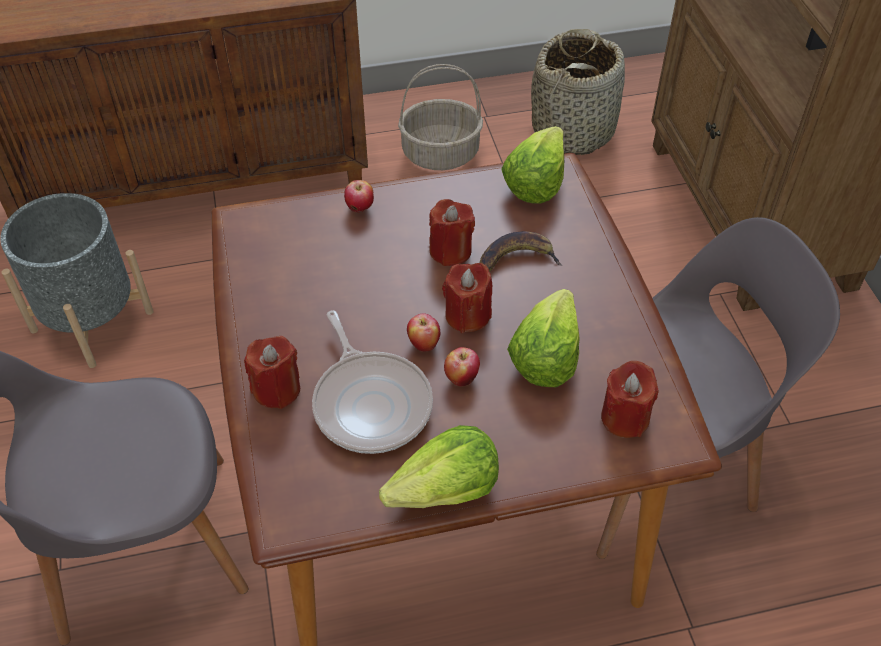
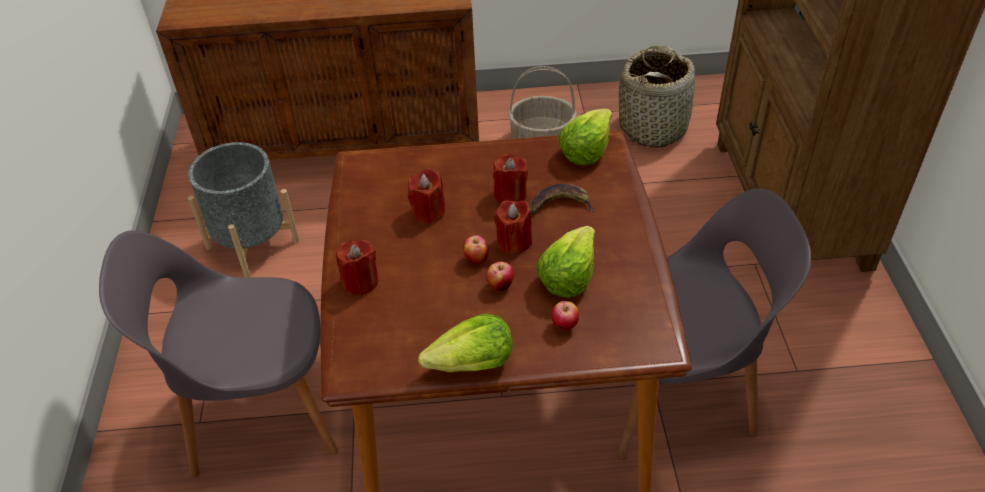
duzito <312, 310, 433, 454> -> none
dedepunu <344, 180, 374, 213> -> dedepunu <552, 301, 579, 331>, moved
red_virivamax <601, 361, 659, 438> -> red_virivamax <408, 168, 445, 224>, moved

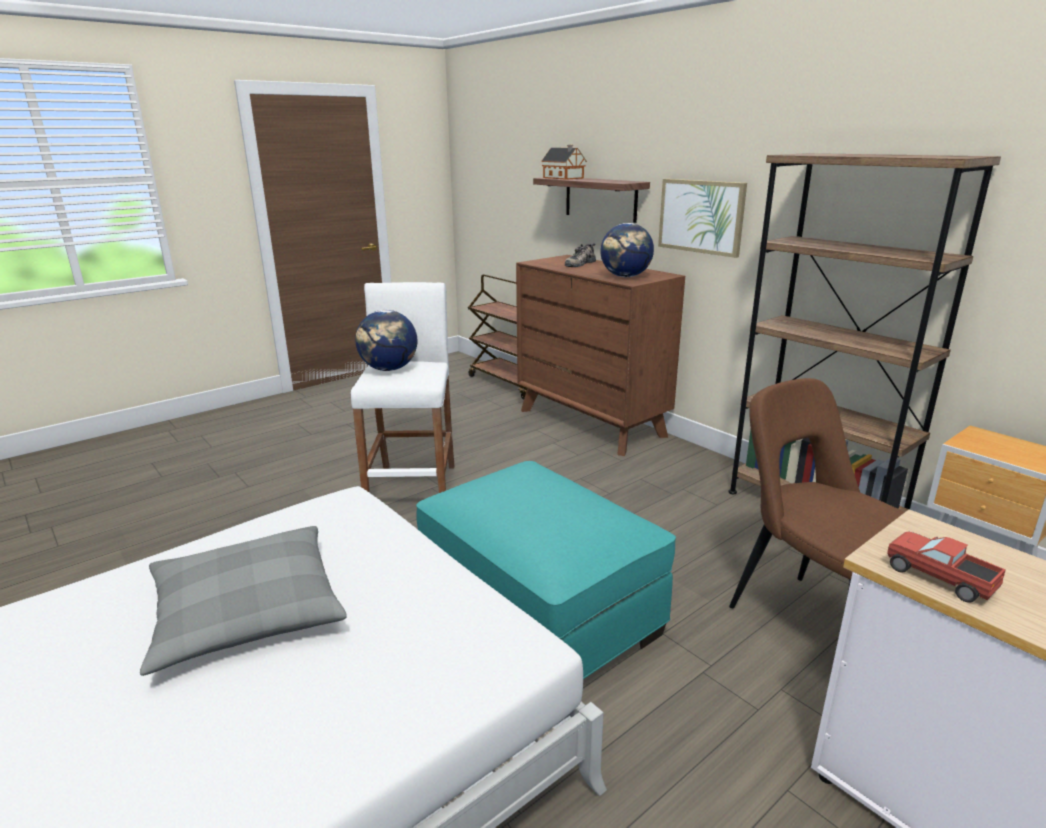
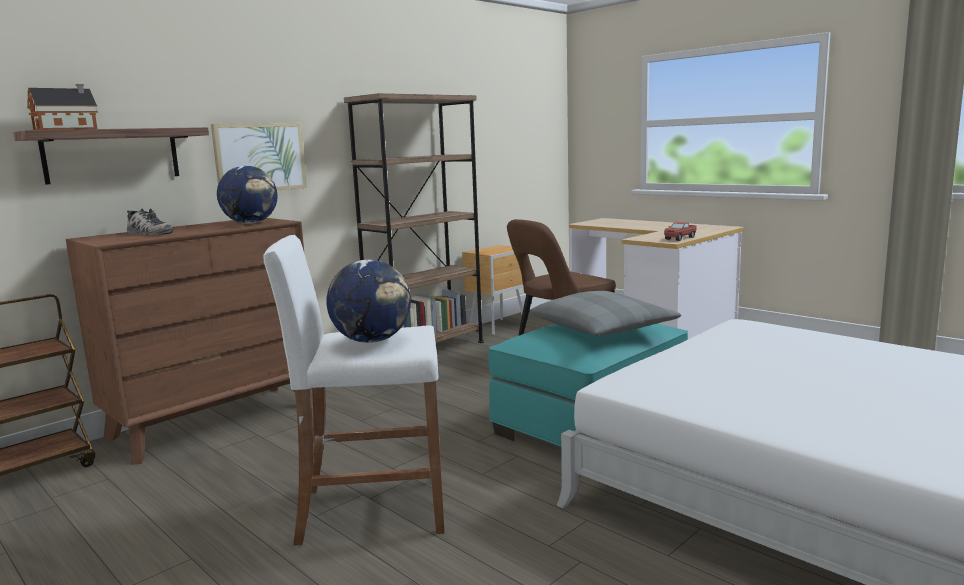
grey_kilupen <140, 526, 347, 676> -> grey_kilupen <530, 291, 681, 336>, moved

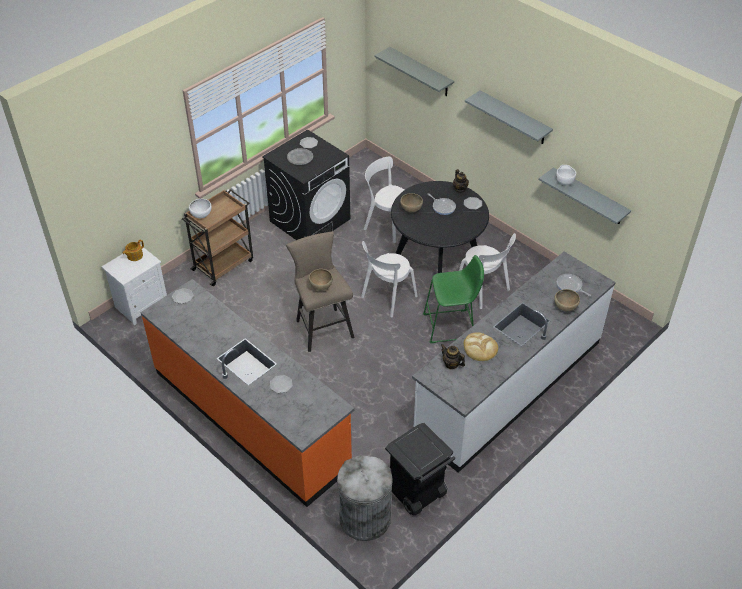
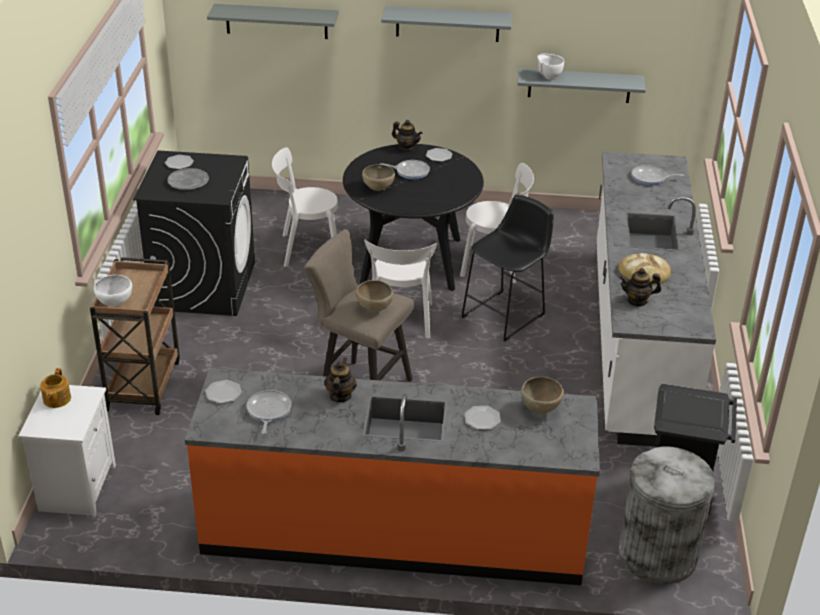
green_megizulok <423, 255, 484, 343> -> black_megizulok <461, 194, 554, 342>
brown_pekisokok <554, 289, 580, 311> -> brown_pekisokok <521, 377, 564, 414>, moved
none -> duzito <247, 390, 291, 434>
none -> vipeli <324, 358, 357, 403>

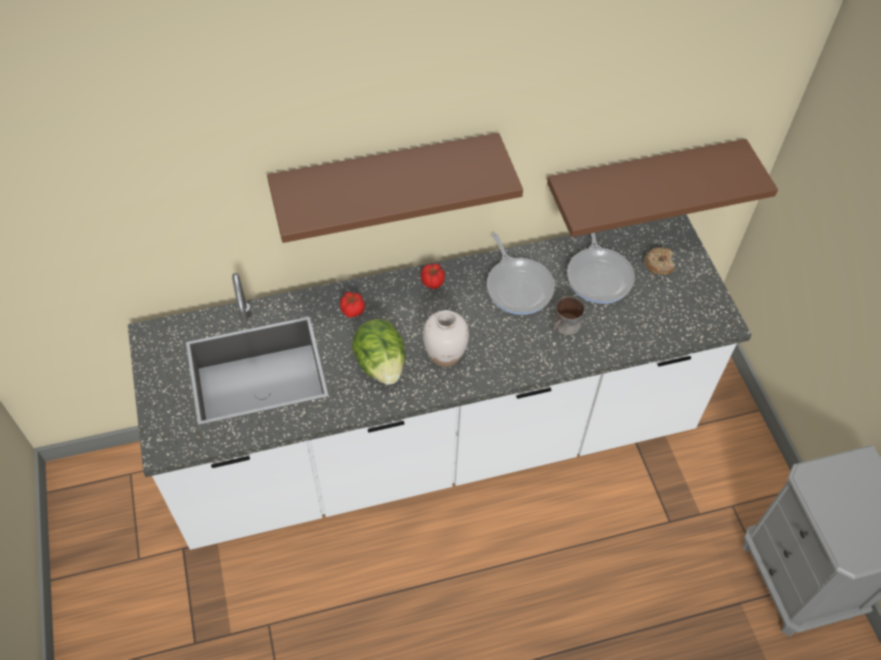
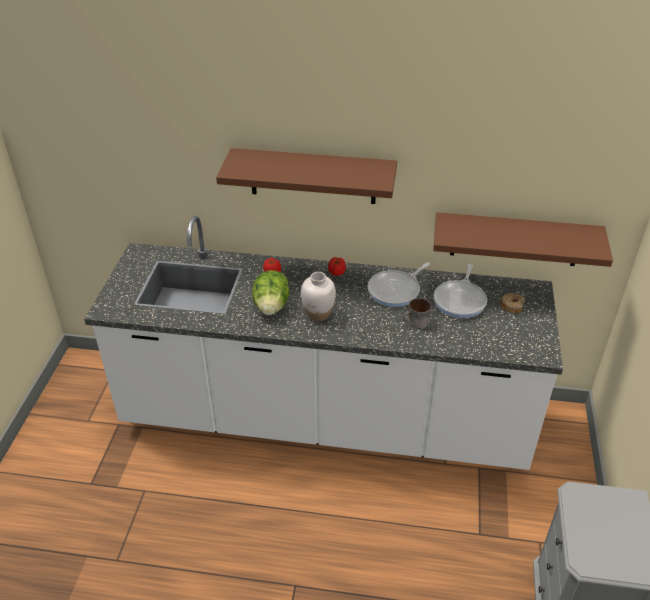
duzito <487, 233, 555, 315> -> duzito <368, 262, 430, 307>, 45 degrees clockwise

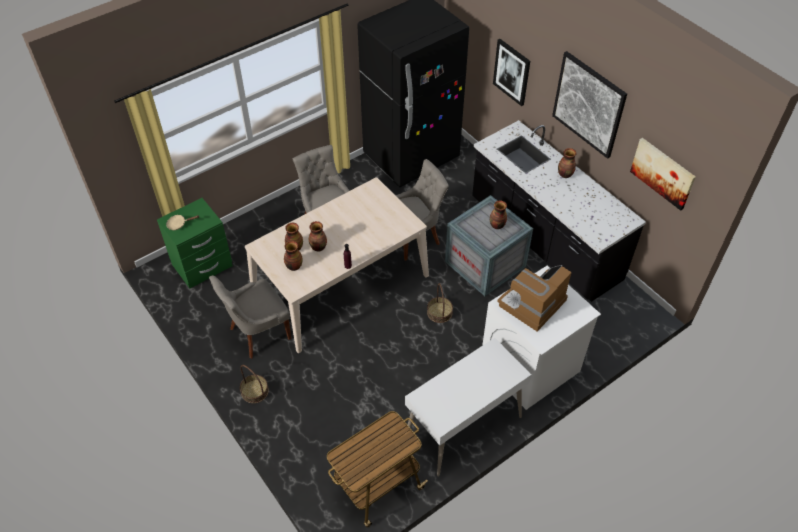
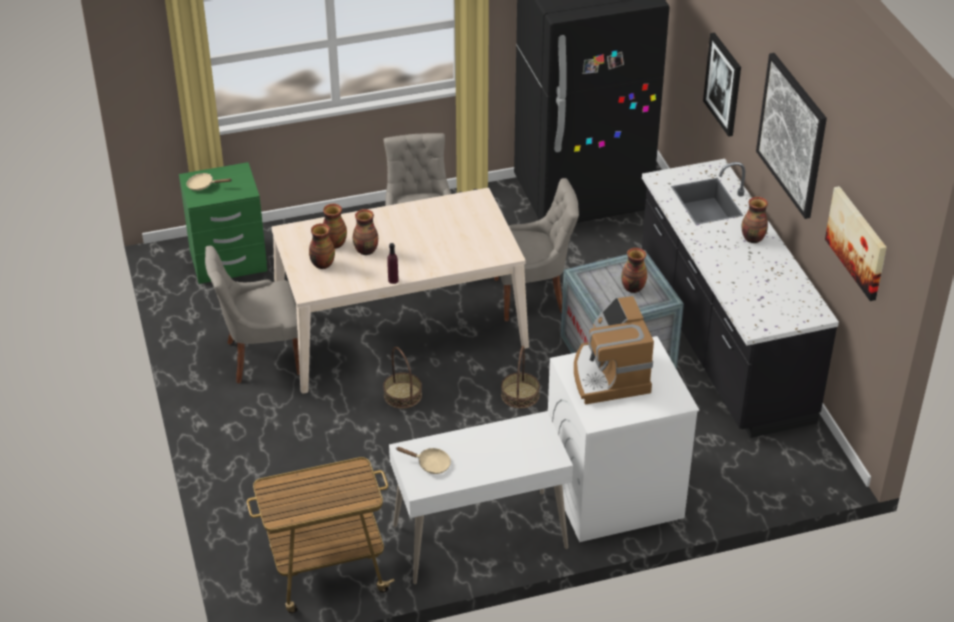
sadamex <240, 365, 269, 403> -> sadamex <383, 347, 422, 408>, moved
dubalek <497, 265, 572, 331> -> dubalek <574, 296, 654, 405>, 75 degrees counterclockwise
none -> beige_duzito <397, 447, 451, 474>

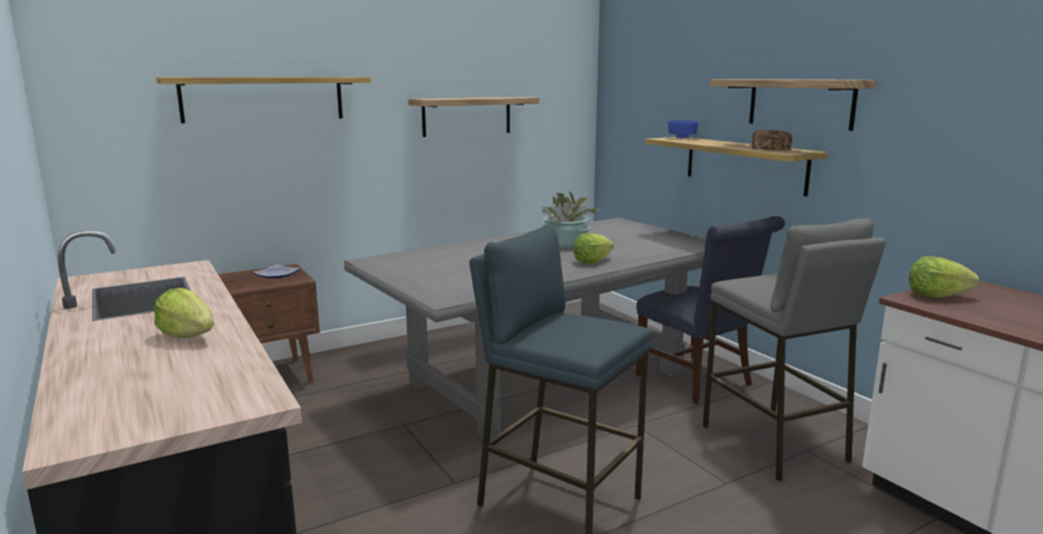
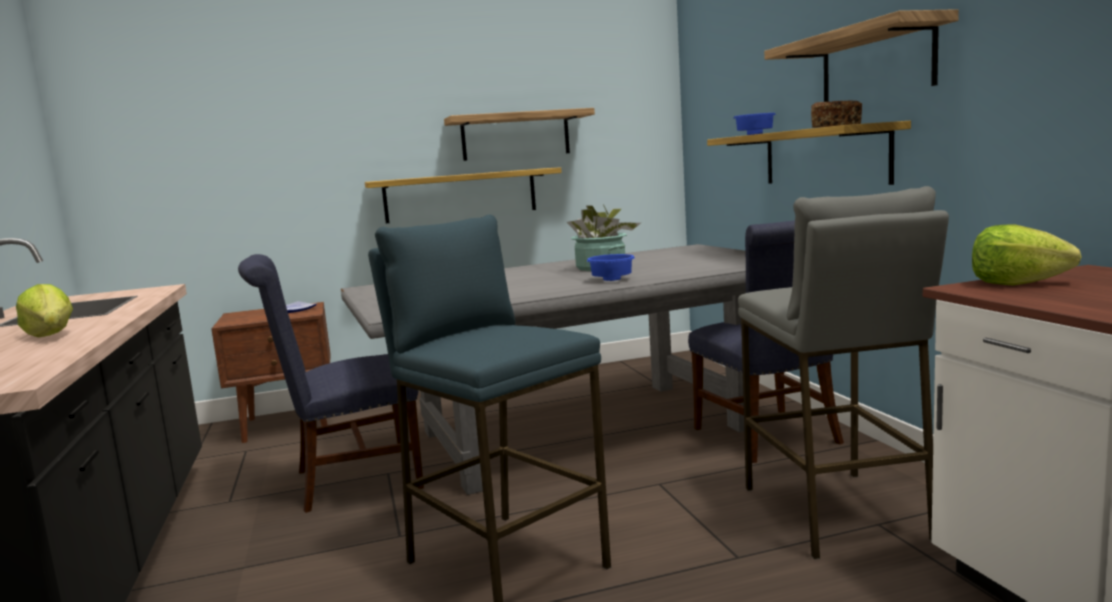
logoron <156, 77, 371, 123> -> logoron <365, 167, 562, 223>, moved
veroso <573, 233, 614, 264> -> blue_pekisokok <587, 254, 635, 281>
none -> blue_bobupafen <238, 254, 424, 513>

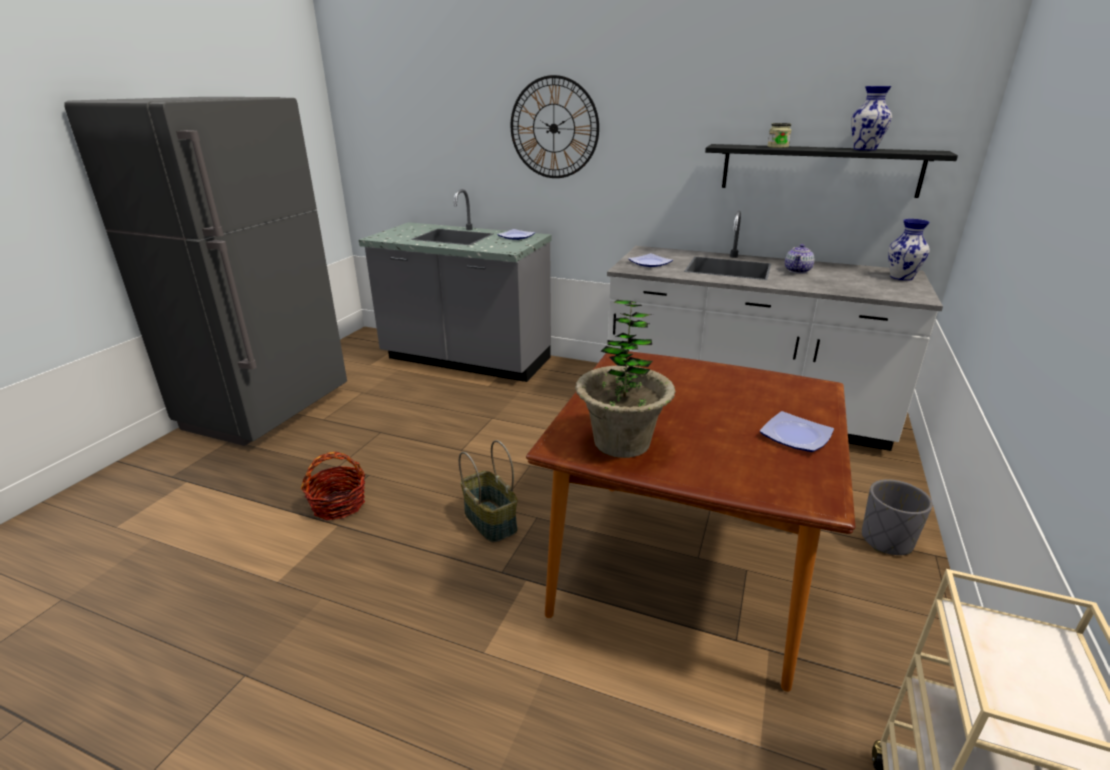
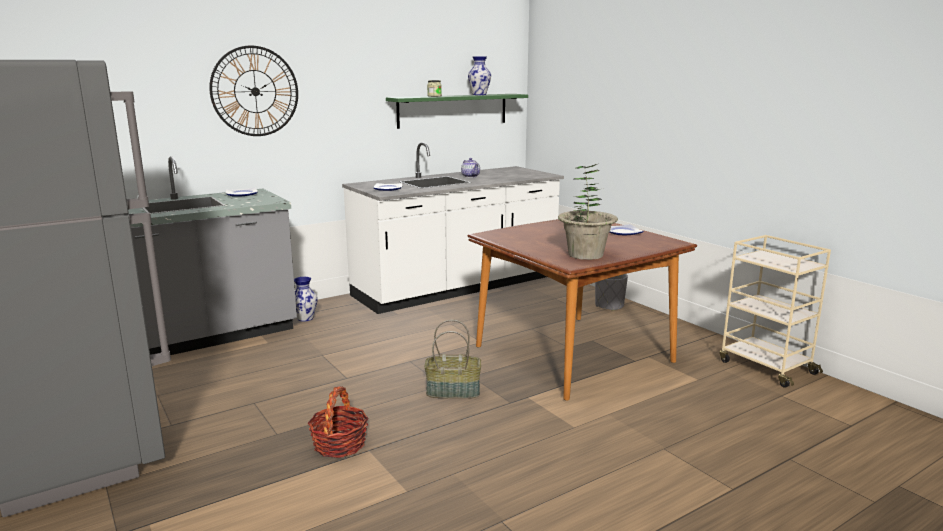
black_logoron <705, 144, 958, 198> -> green_logoron <386, 94, 528, 129>
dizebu <888, 219, 930, 281> -> dizebu <294, 277, 318, 322>, moved

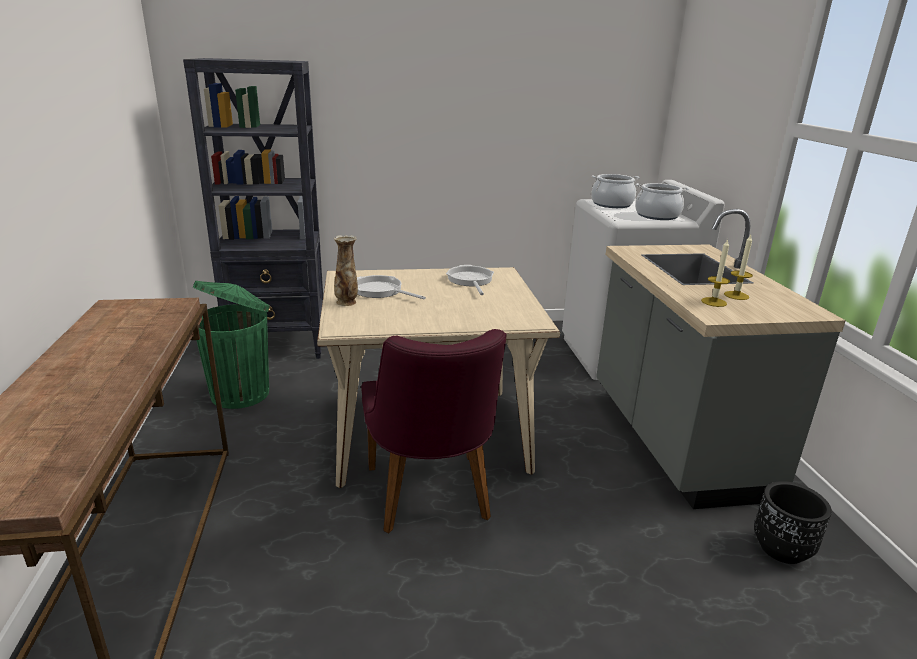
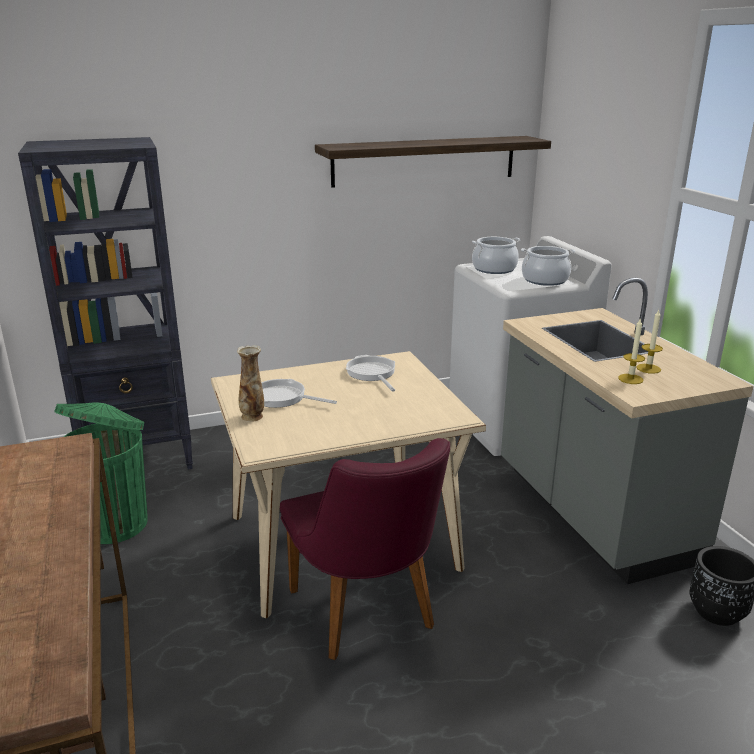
none -> logoron <315, 136, 551, 188>

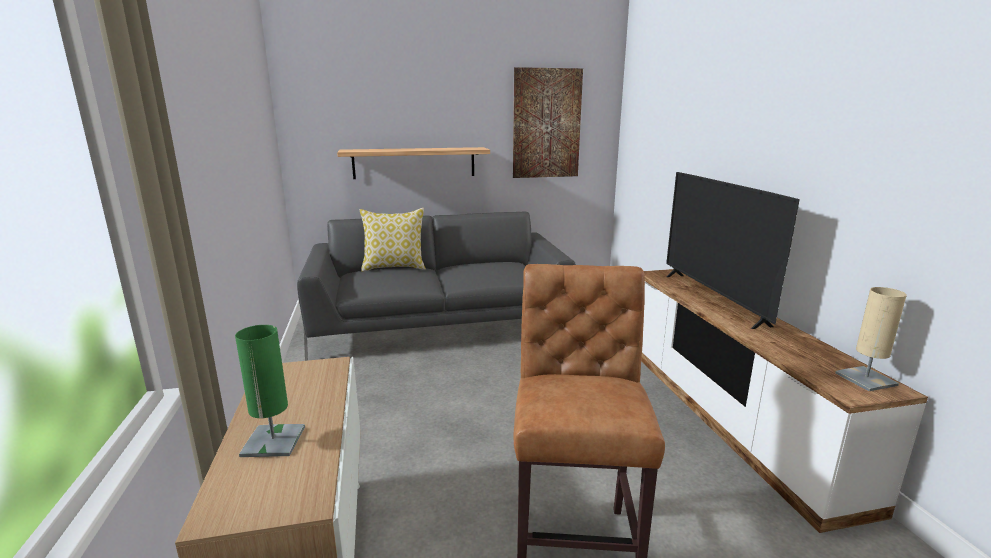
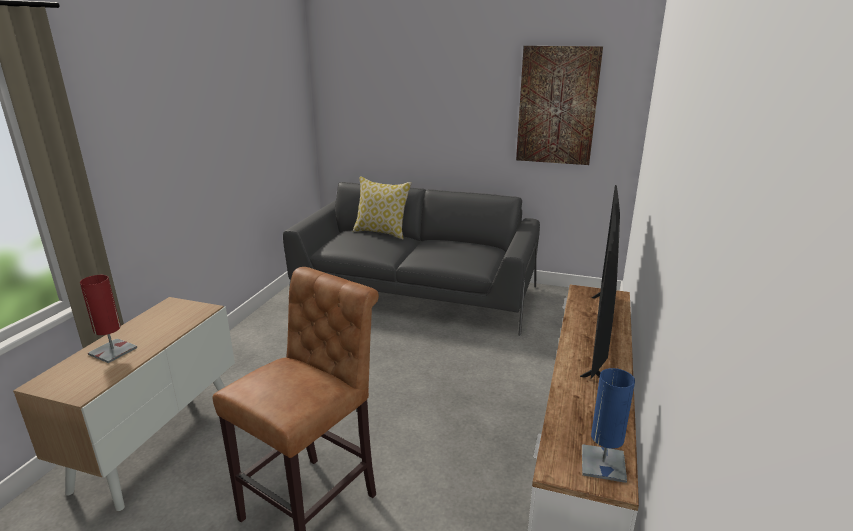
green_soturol <235, 325, 305, 457> -> red_soturol <80, 275, 137, 363>
logoron <337, 147, 490, 179> -> none
beige_soturol <835, 287, 907, 391> -> blue_soturol <582, 368, 635, 483>

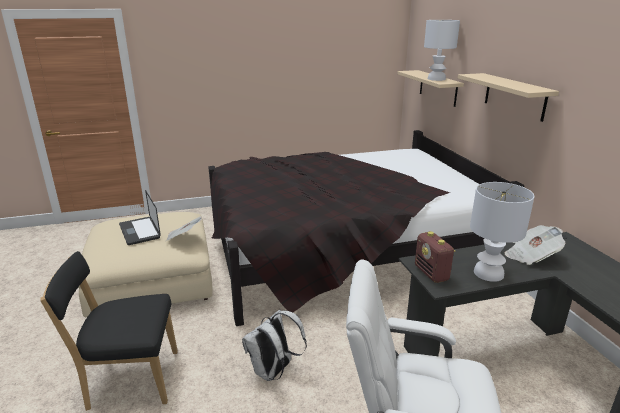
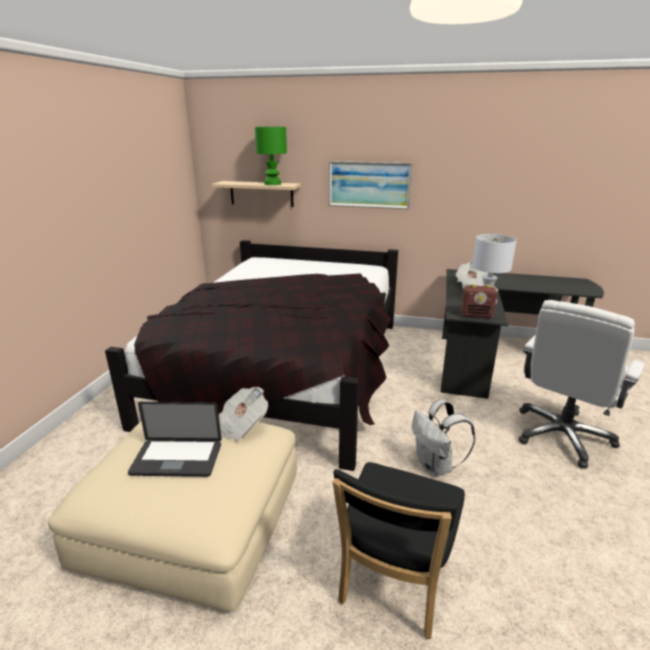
white_soturol <424, 20, 460, 81> -> green_soturol <255, 127, 287, 185>
beige_logoron <458, 73, 559, 122> -> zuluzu <329, 161, 412, 209>

